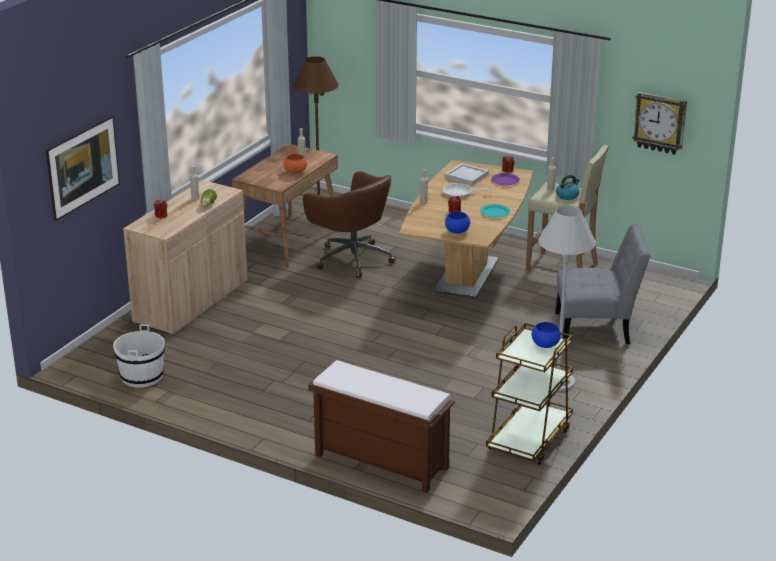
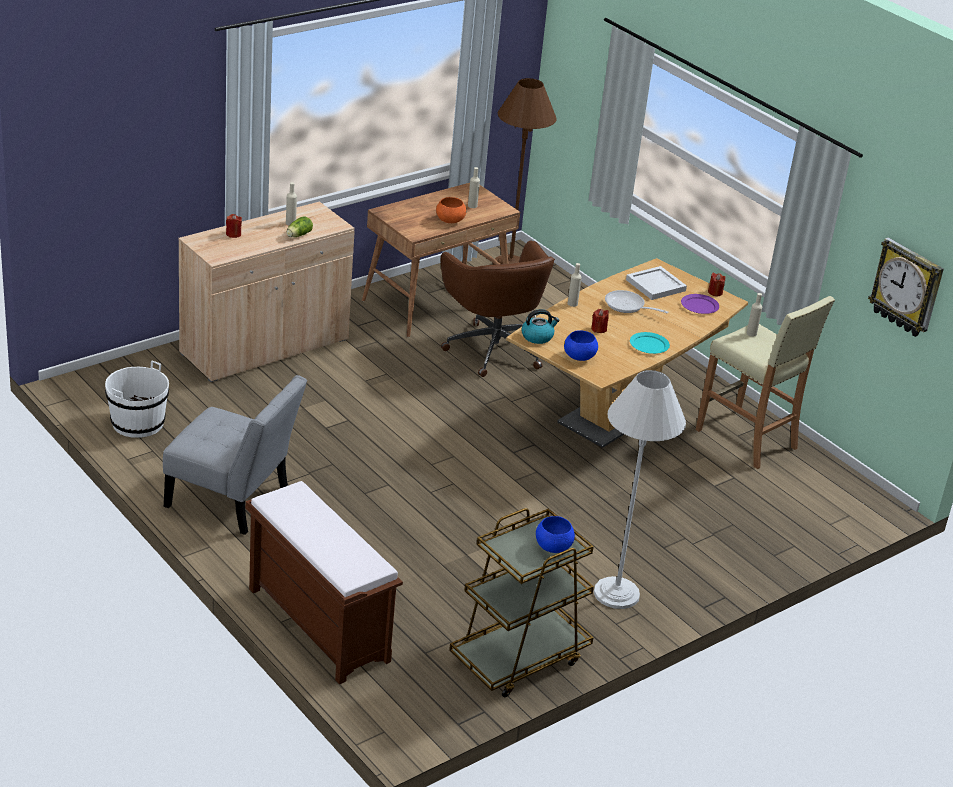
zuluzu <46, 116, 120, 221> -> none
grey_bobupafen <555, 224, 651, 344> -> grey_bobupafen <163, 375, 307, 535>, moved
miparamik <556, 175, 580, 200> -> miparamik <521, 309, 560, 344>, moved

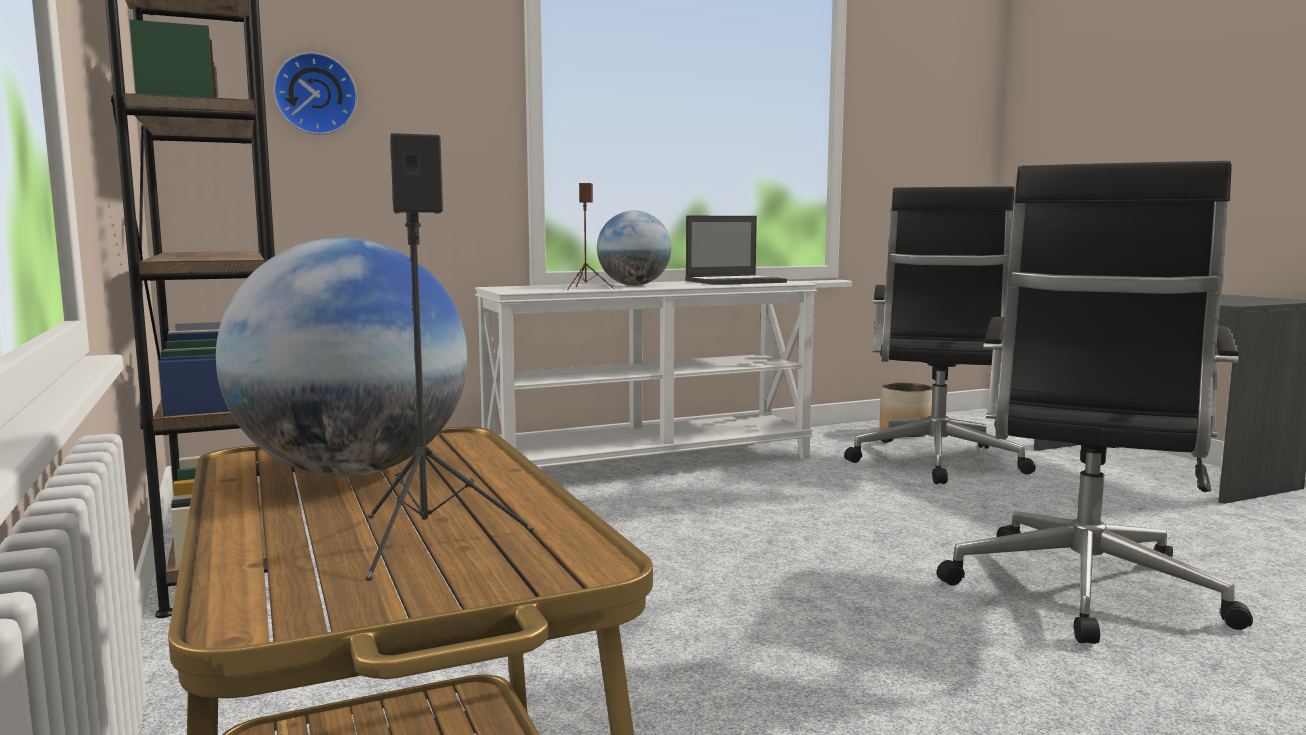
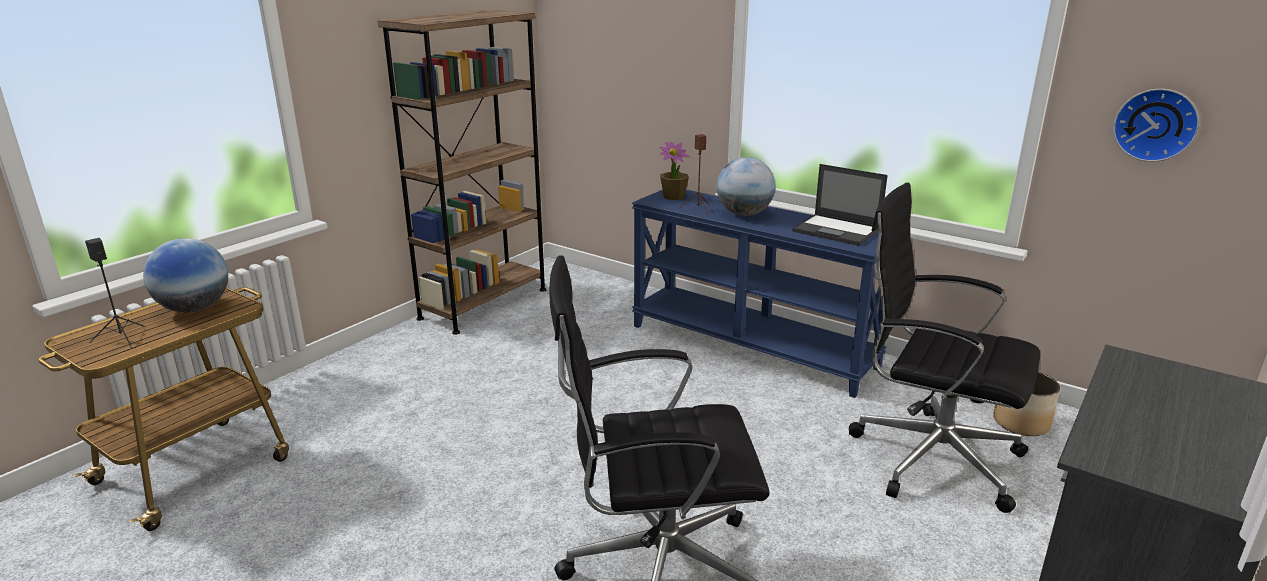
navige <273, 52, 357, 135> -> navige <1113, 89, 1200, 162>, moved
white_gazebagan <475, 281, 817, 468> -> blue_gazebagan <632, 190, 886, 398>
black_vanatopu <844, 186, 1036, 484> -> black_vanatopu <849, 183, 1040, 513>, 45 degrees clockwise
none -> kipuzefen <659, 142, 690, 200>

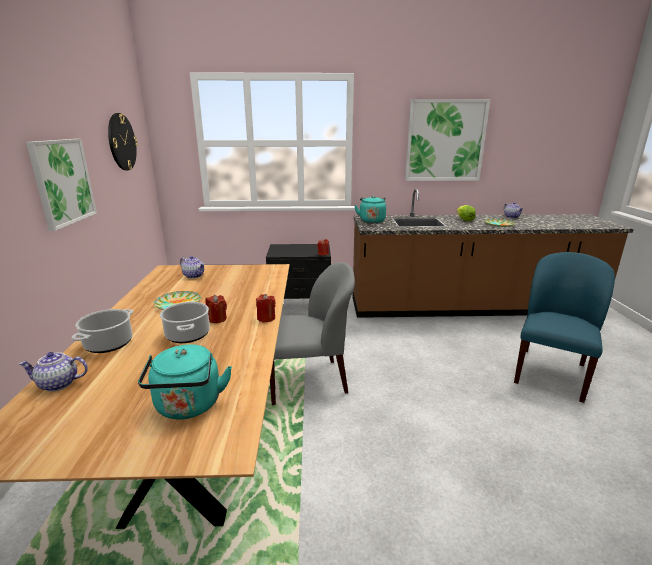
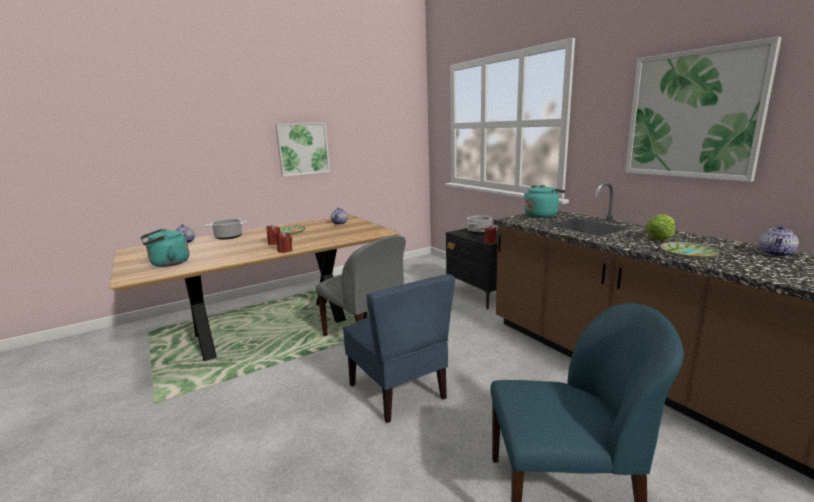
navige <108, 113, 138, 170> -> none
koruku <160, 302, 210, 343> -> koruku <467, 215, 492, 234>, moved
none -> blue_bobupafen <343, 274, 455, 423>

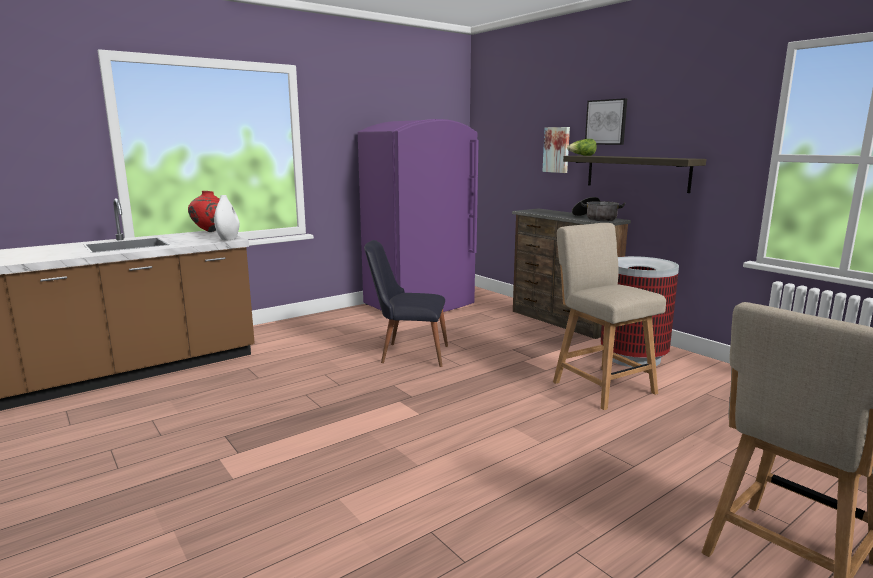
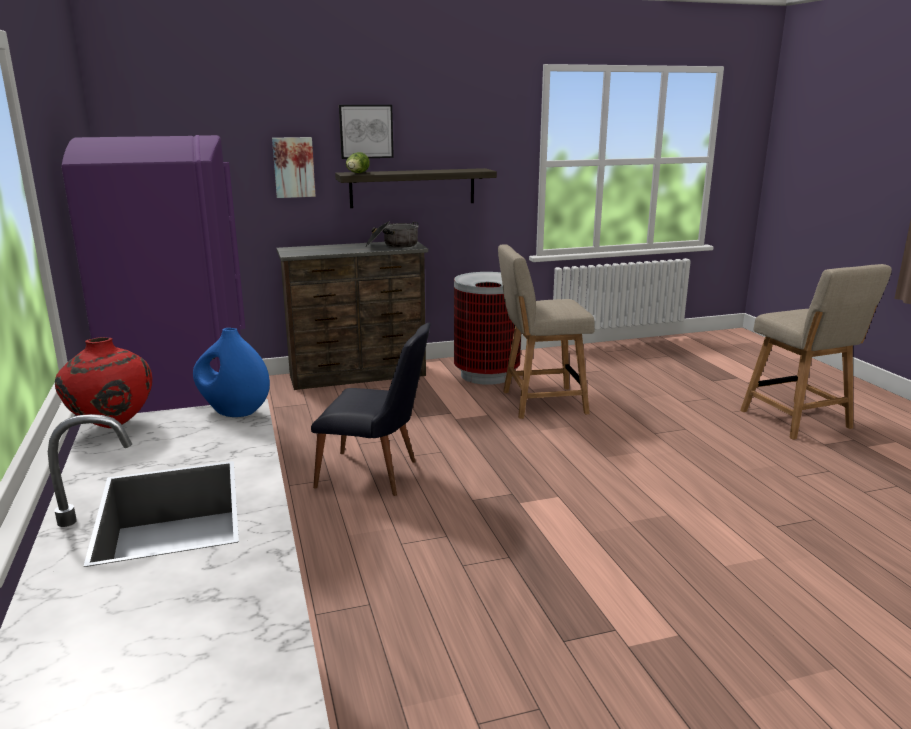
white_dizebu <214, 195, 240, 241> -> blue_dizebu <193, 328, 270, 417>
black_bobupafen <364, 240, 448, 367> -> black_bobupafen <311, 323, 431, 496>, 105 degrees counterclockwise

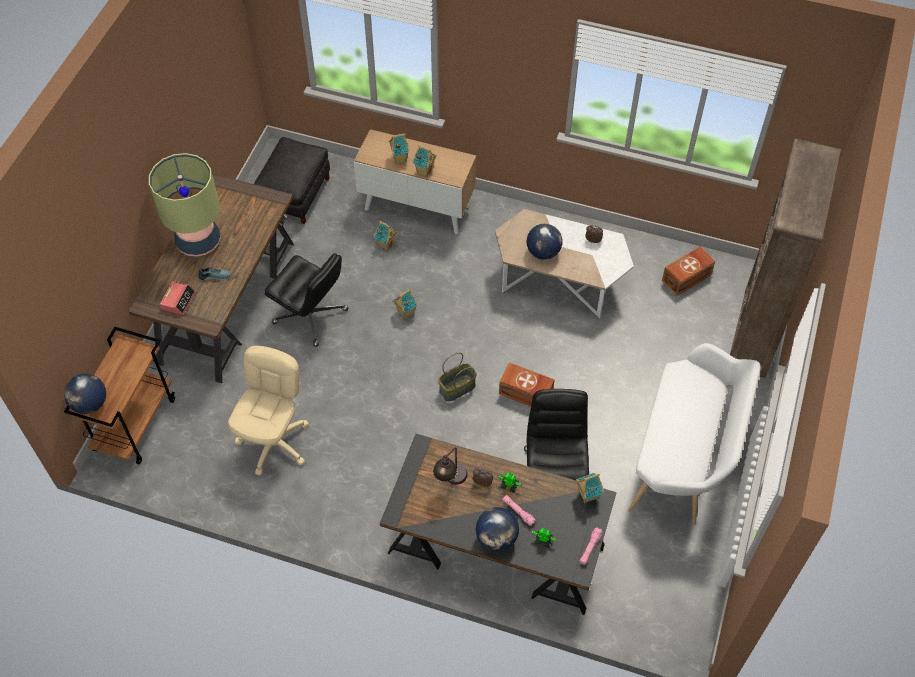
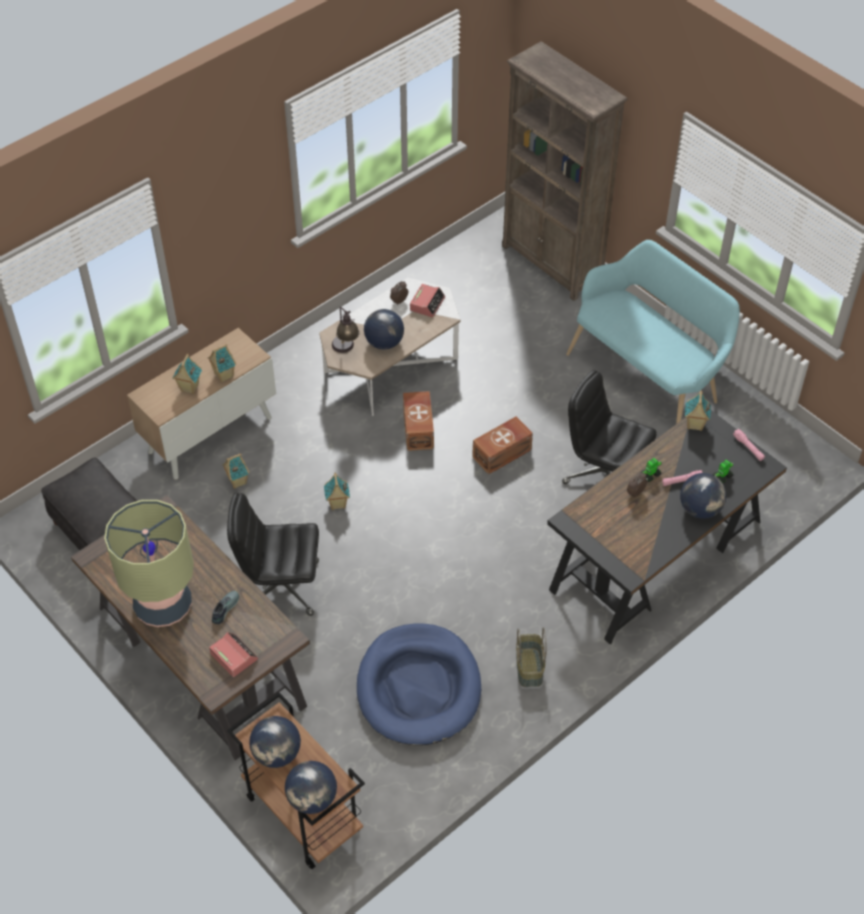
beige_vanatopu <228, 346, 309, 476> -> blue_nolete <357, 623, 481, 746>
black_vanatopu <265, 253, 348, 347> -> black_vanatopu <227, 493, 319, 616>, 150 degrees counterclockwise
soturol <433, 447, 468, 485> -> soturol <332, 306, 359, 353>, moved
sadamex <438, 352, 477, 402> -> sadamex <516, 627, 547, 687>, moved
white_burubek <628, 343, 761, 525> -> turquoise_burubek <566, 240, 740, 424>
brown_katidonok <662, 247, 715, 296> -> brown_katidonok <403, 391, 434, 451>, moved
none -> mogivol <249, 716, 301, 768>
none -> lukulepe <410, 284, 445, 317>

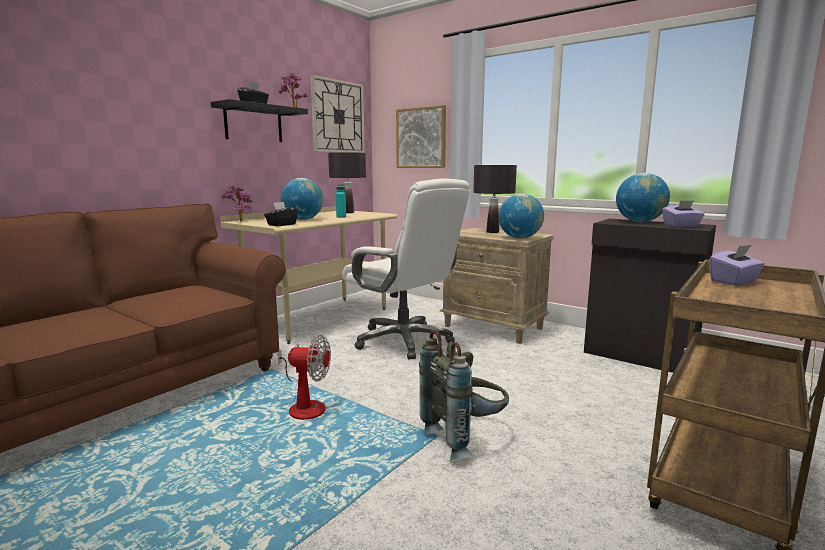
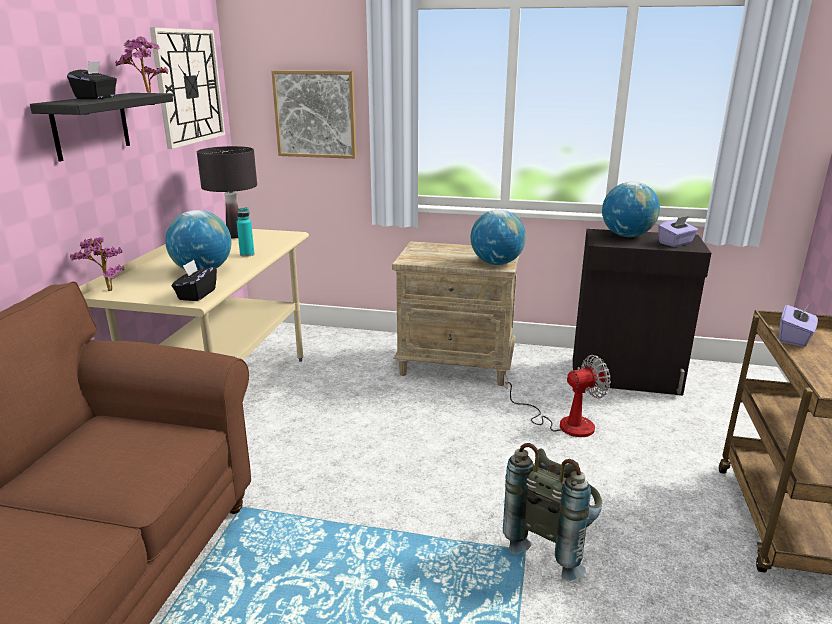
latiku <277, 335, 331, 420> -> latiku <503, 355, 611, 437>, moved
white_vanatopu <342, 178, 470, 359> -> none
black_soturol <473, 165, 517, 233> -> none

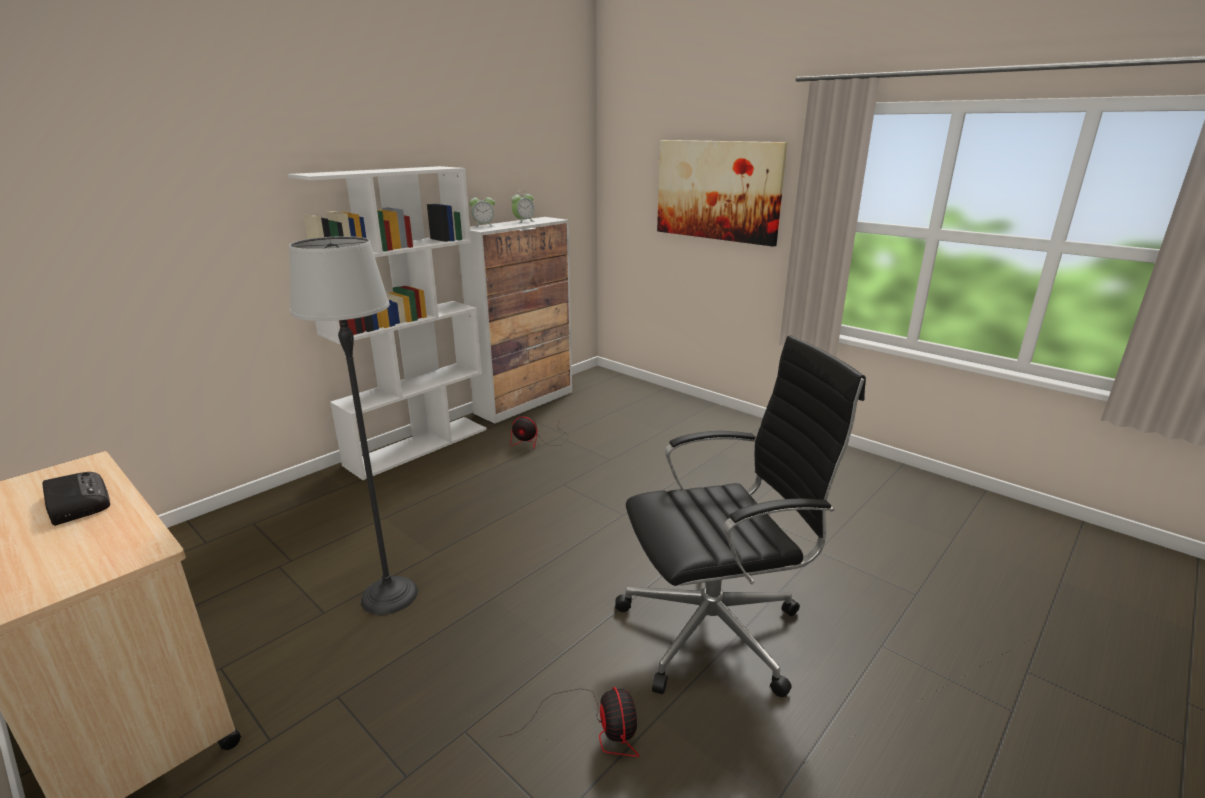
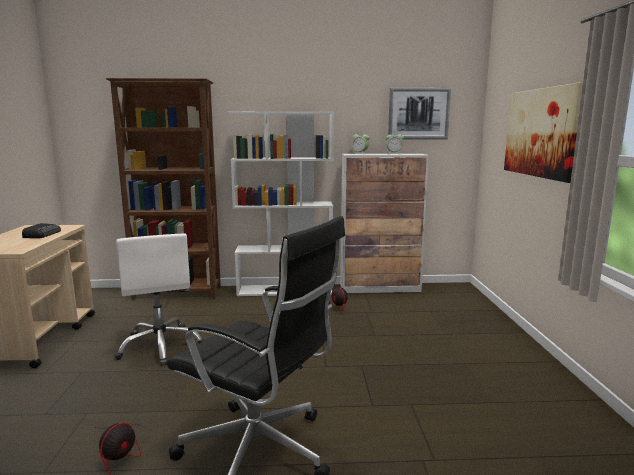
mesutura <289, 236, 418, 615> -> white_vanatopu <114, 234, 205, 366>
none -> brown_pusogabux <105, 78, 221, 300>
none -> zuluzu <388, 88, 451, 140>

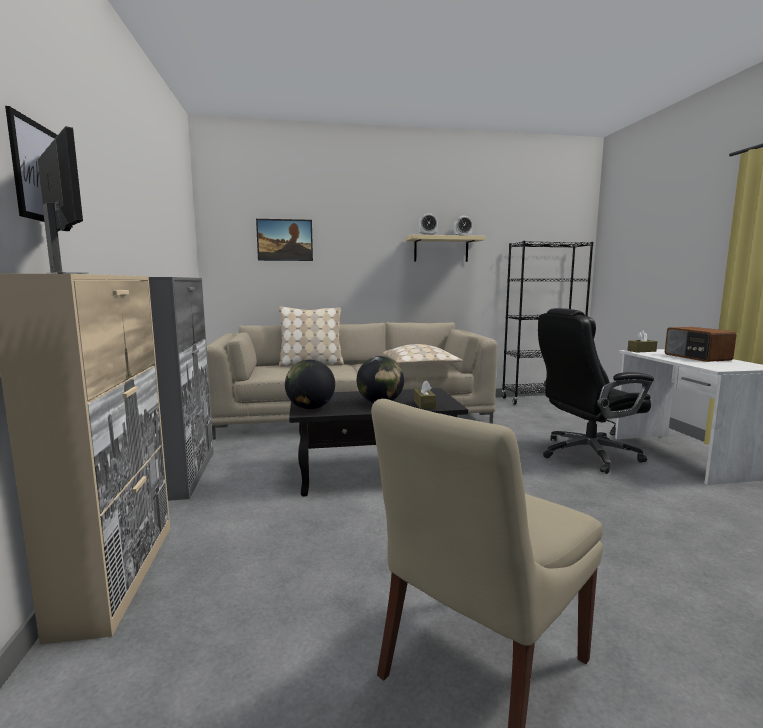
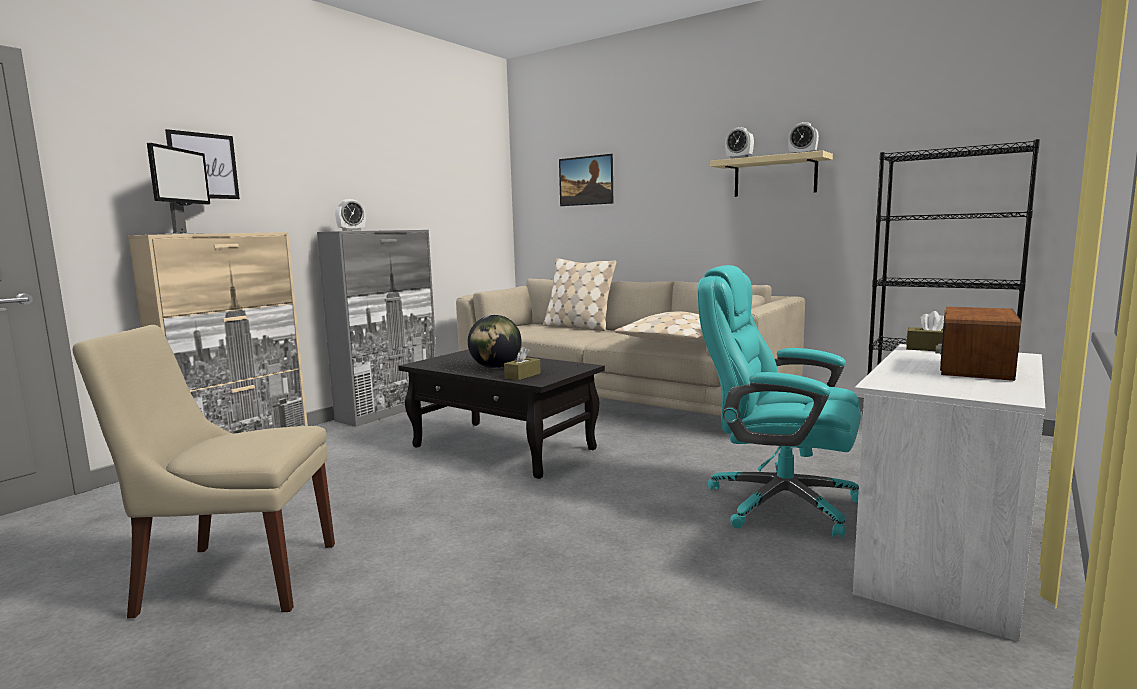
mogivol <285, 360, 335, 410> -> none
black_vanatopu <538, 308, 654, 474> -> turquoise_vanatopu <698, 265, 861, 538>
none -> lukulepe <335, 199, 365, 231>

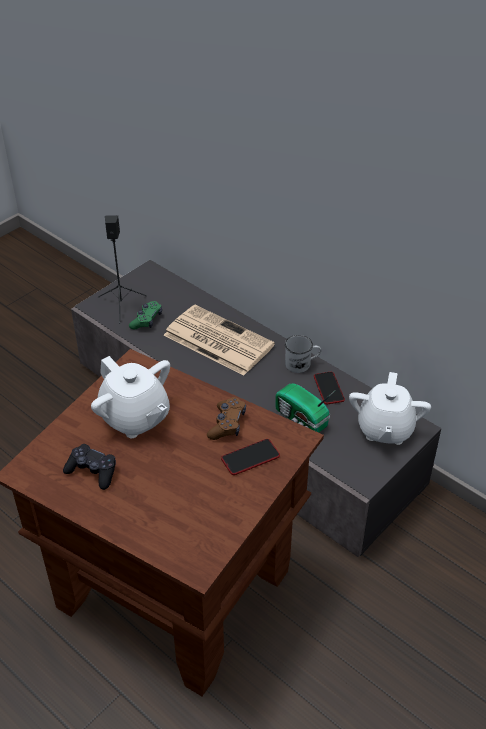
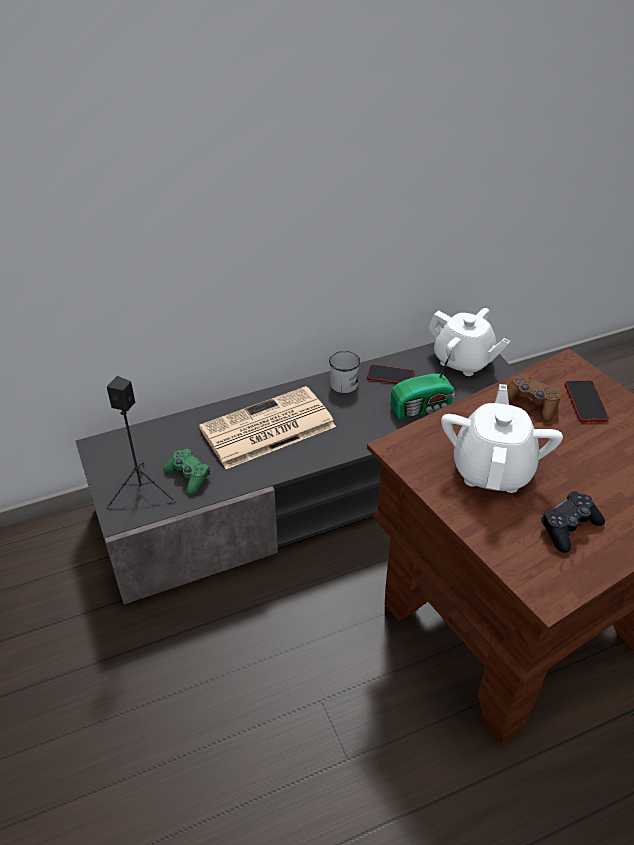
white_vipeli <91, 356, 170, 438> -> white_vipeli <441, 384, 563, 493>, 60 degrees counterclockwise

